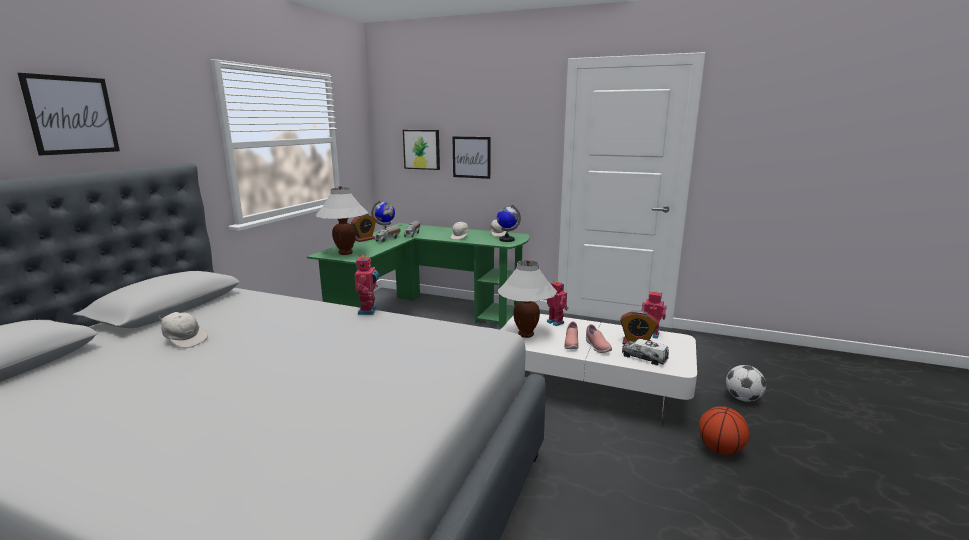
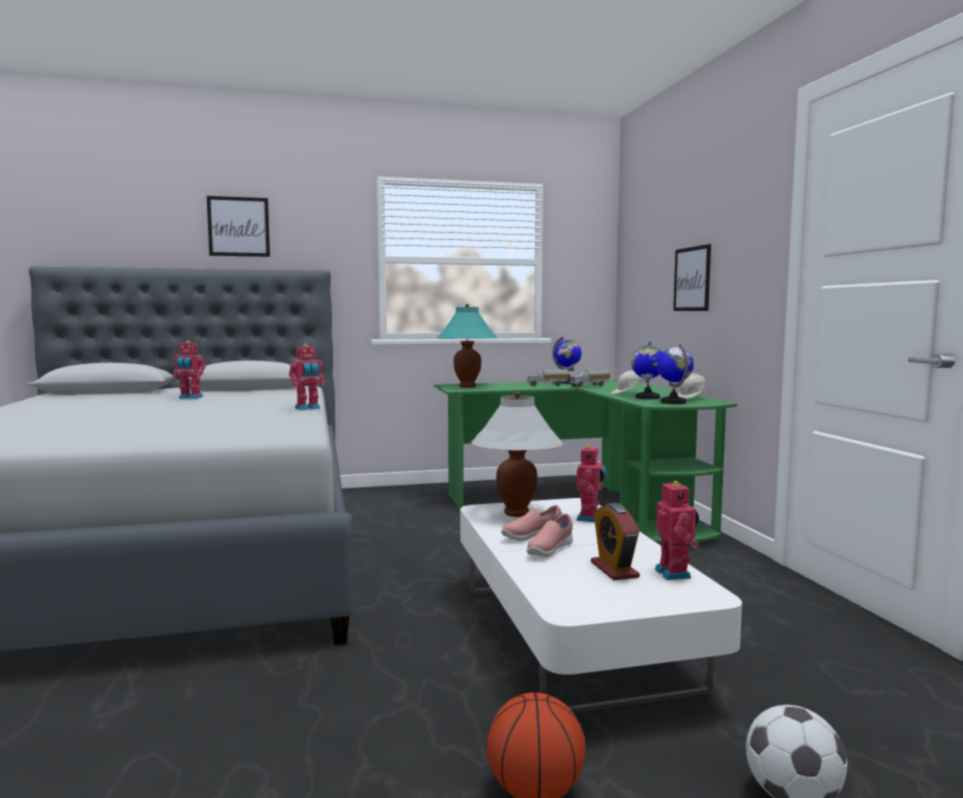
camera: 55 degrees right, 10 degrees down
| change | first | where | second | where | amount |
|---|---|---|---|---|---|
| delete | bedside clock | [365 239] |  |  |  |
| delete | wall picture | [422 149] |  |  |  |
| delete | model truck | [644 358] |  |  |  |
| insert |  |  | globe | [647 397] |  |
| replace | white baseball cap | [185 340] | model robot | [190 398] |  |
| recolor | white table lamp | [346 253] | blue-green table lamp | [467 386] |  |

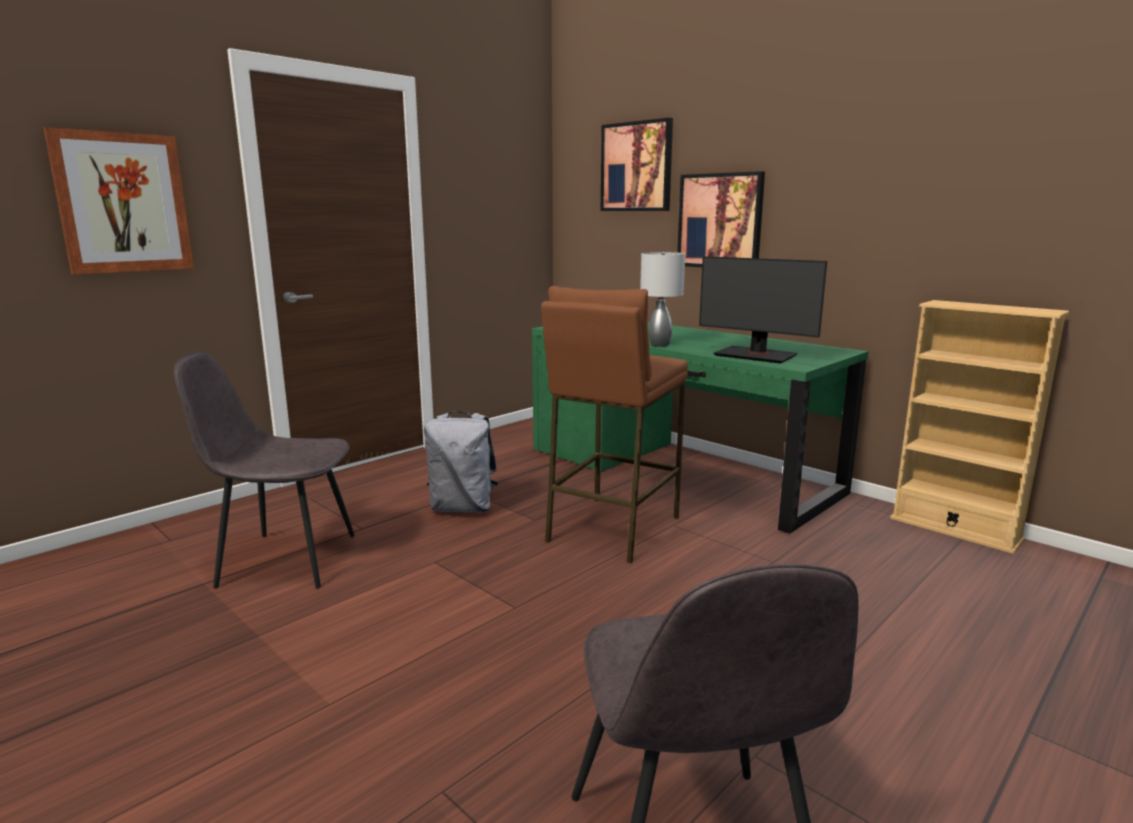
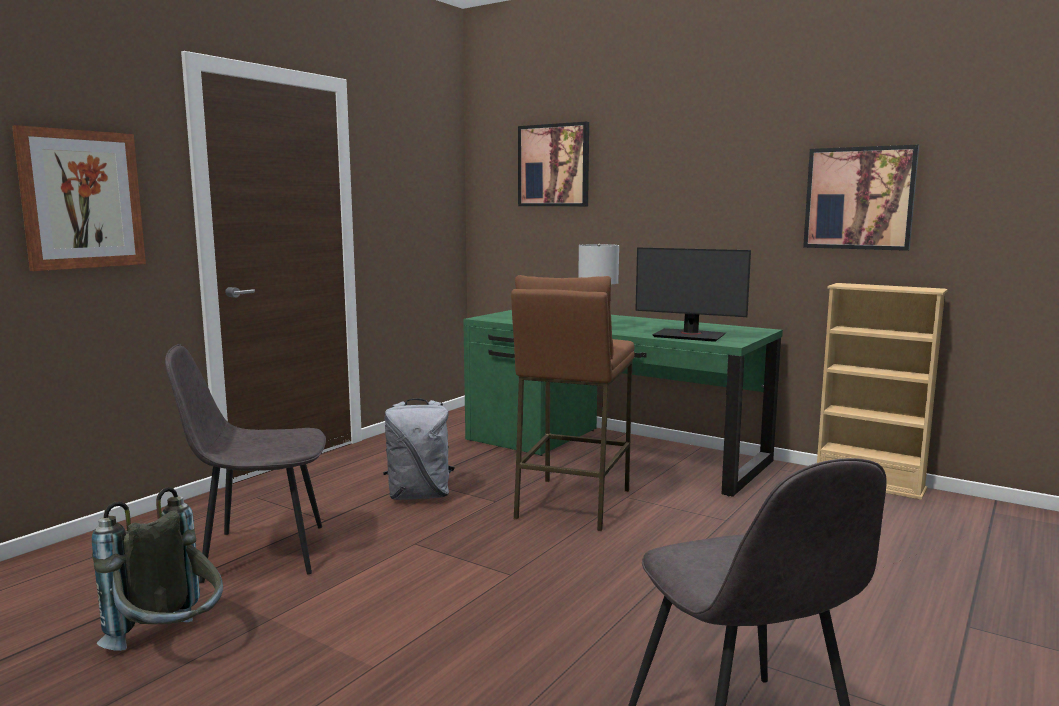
camera: 10 degrees left, 5 degrees down
| change | first | where | second | where | amount |
|---|---|---|---|---|---|
| insert |  |  | grey backpack | [171 645] |  |
| move | wall picture | [720 221] |  | [859 198] |  |

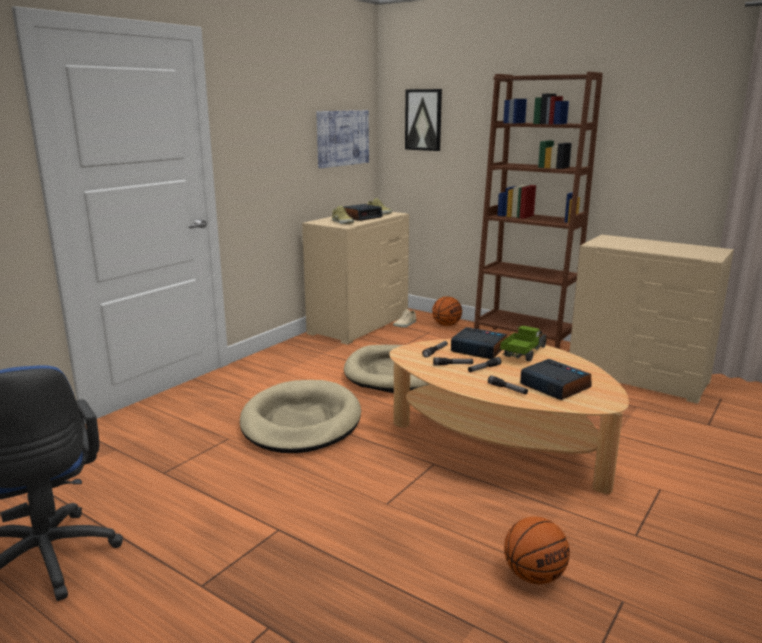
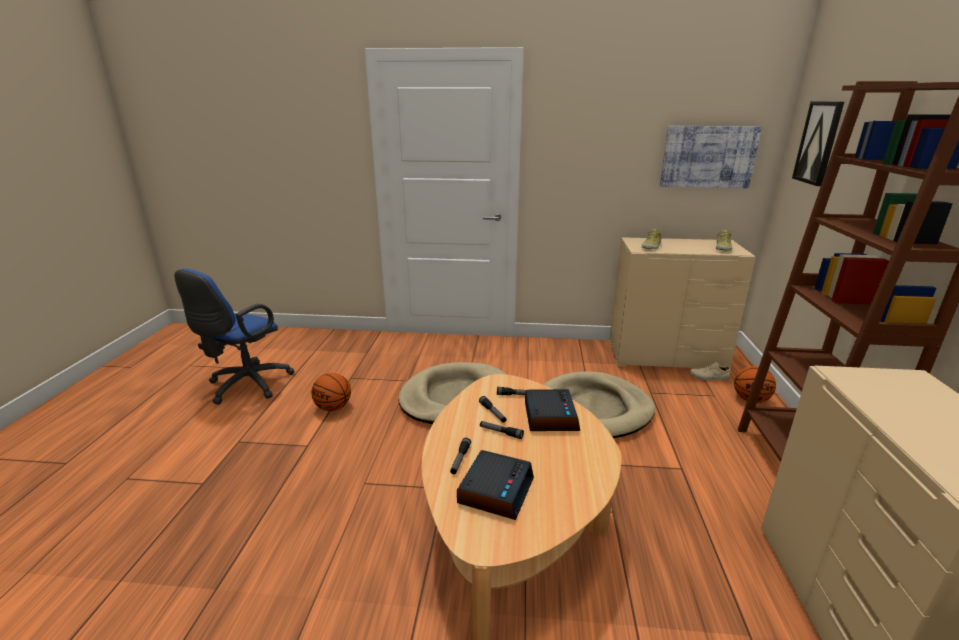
camera: 60 degrees right, 5 degrees up
| change | first | where | second | where | amount |
|---|---|---|---|---|---|
| delete | bedside clock | [361 217] |  |  |  |
| delete | model truck | [523 353] |  |  |  |
| move | basketball | [534 576] |  | [333 408] |  |

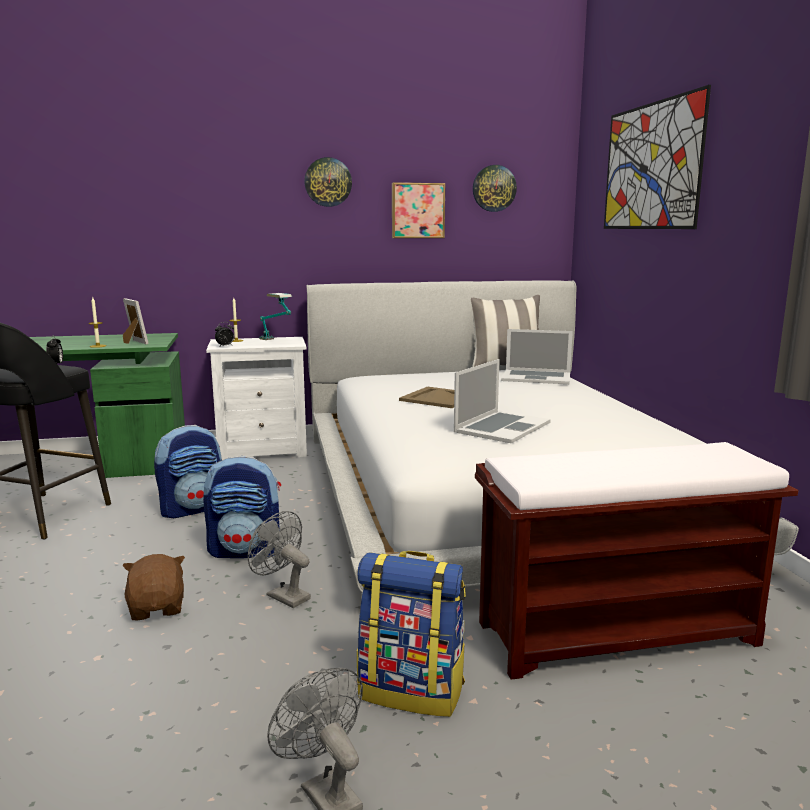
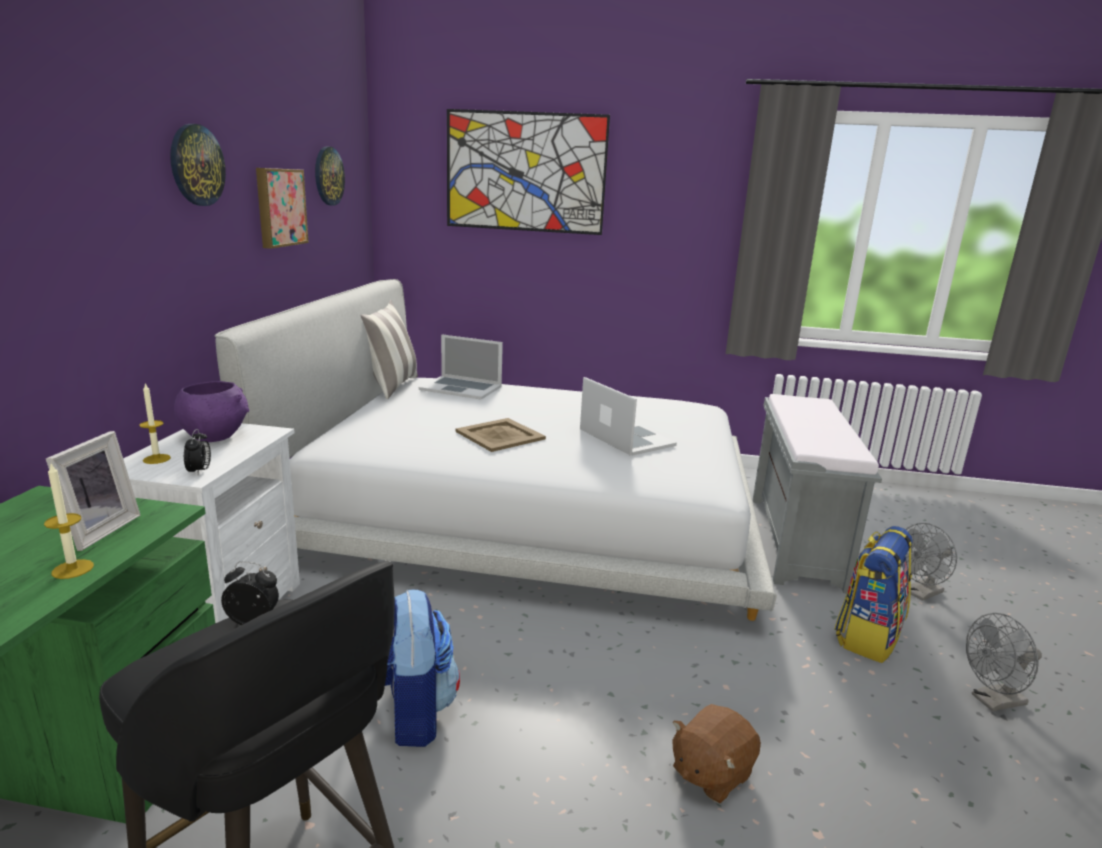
camera: 70 degrees left, 5 degrees up
| change | first | where | second | where | amount |
|---|---|---|---|---|---|
| delete | backpack | [246 551] |  |  |  |
| move | grey cooling fan | [283 595] |  | [920 594] |  |
| replace | table lamp | [276 341] | purplish deep dish | [215 436] |  |
| recolor | brown-coloured bench | [619 633] | grey bench | [794 539] |  |
| rotate | standing frame | [134 342] |  | [97 530] | 120 degrees clockwise |
| rotate | brown-coloured cuddly toy | [157 608] |  | [710 773] | 45 degrees counterclockwise |
| rotate | portable computer | [536 377] |  | [461 388] | 75 degrees clockwise |

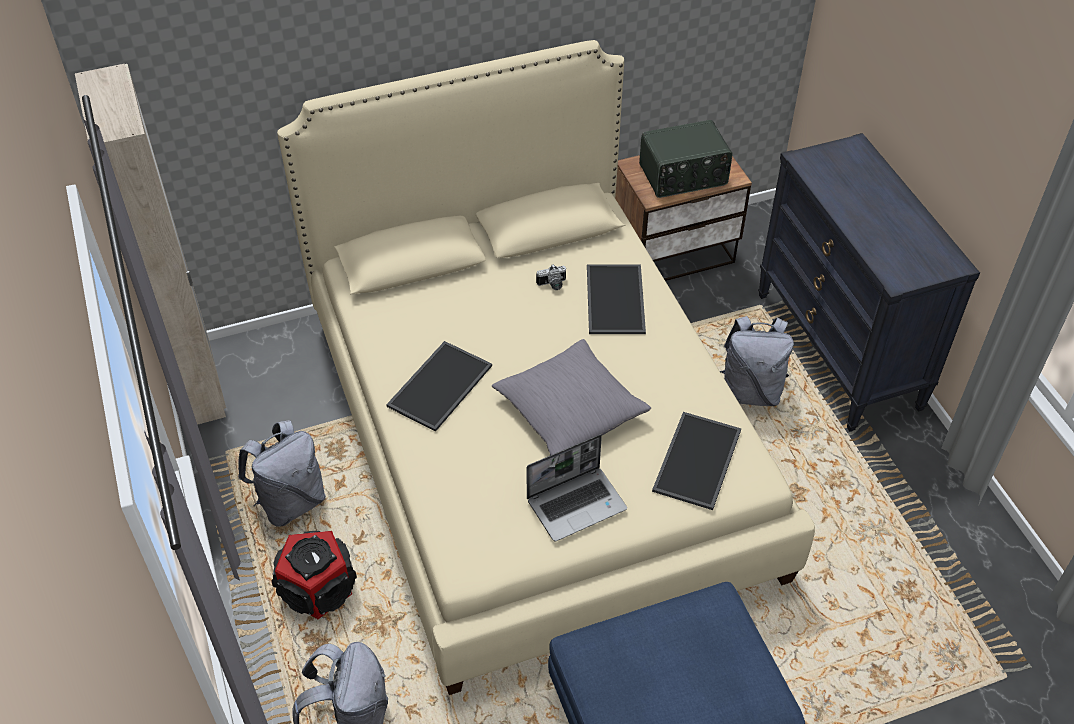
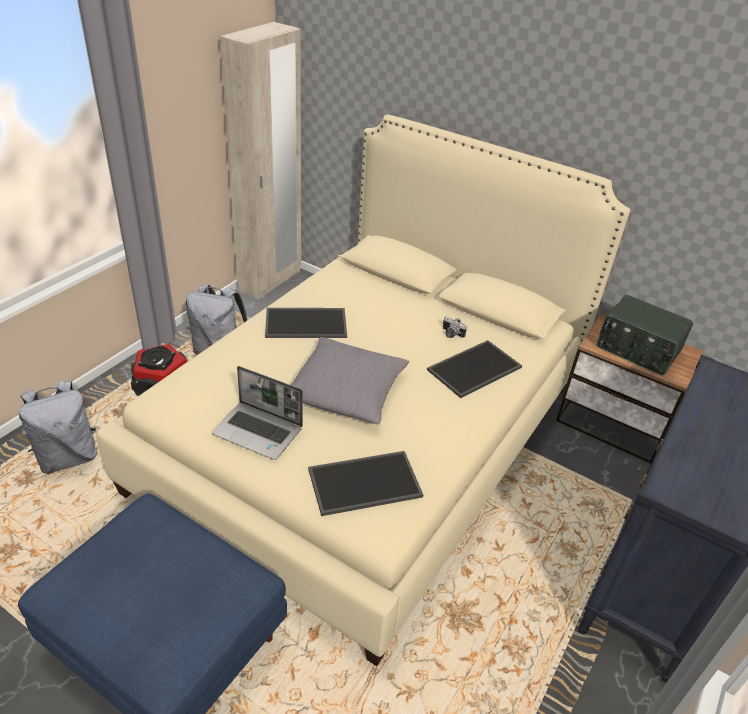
camera: 50 degrees right, 10 degrees down
| change | first | where | second | where | amount |
|---|---|---|---|---|---|
| delete | grey backpack | [750 391] |  |  |  |

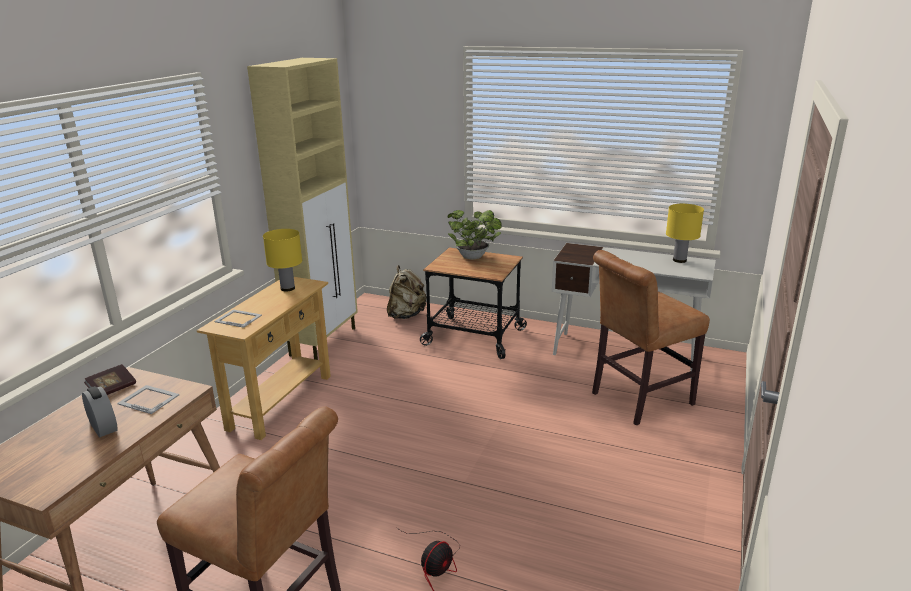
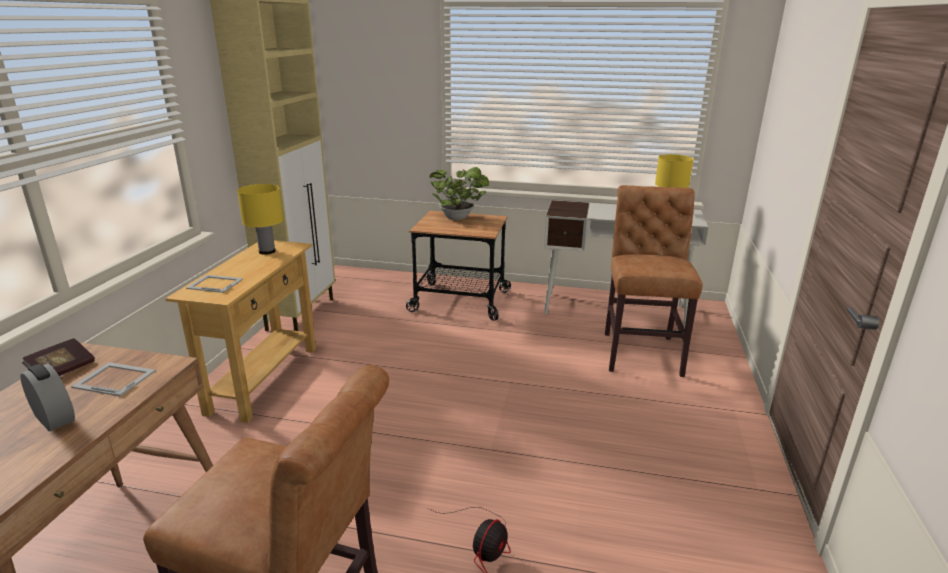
camera: 10 degrees left, 0 degrees up
| change | first | where | second | where | amount |
|---|---|---|---|---|---|
| delete | beige backpack | [406 315] |  |  |  |
| rotate | brown-coloured chair | [637 400] |  | [641 351] | 135 degrees clockwise |

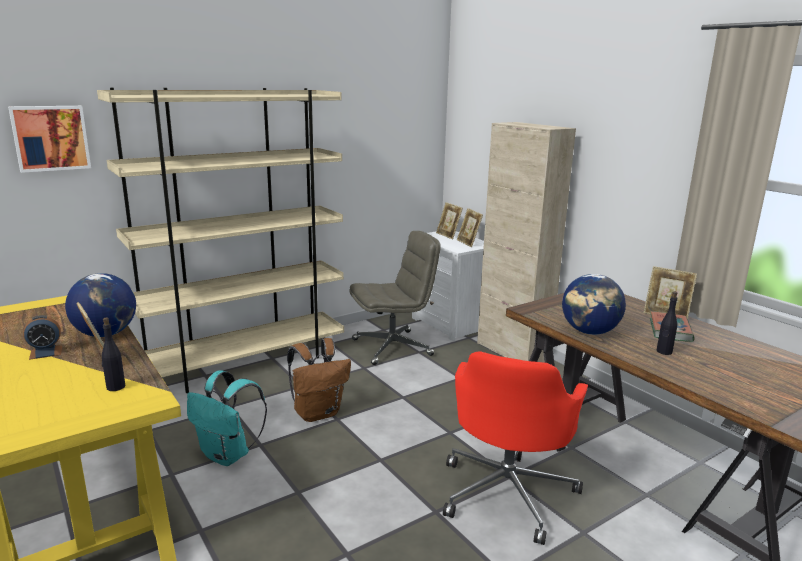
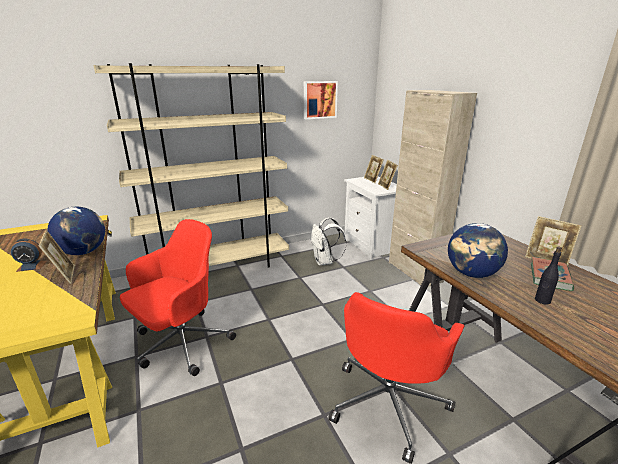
camera: 10 degrees right, 5 degrees up
| change | first | where | second | where | amount |
|---|---|---|---|---|---|
| delete | black drink bottle | [115 387] |  |  |  |
| delete | brown-coloured backpack | [318 413] |  |  |  |
| move | wall picture | [50 138] |  | [319 99] |  |
| replace | blue-green backpack | [228 455] | red computer chair | [181 343] |  |
| replace | grey computer chair | [393 347] | white backpack | [325 262] |  |

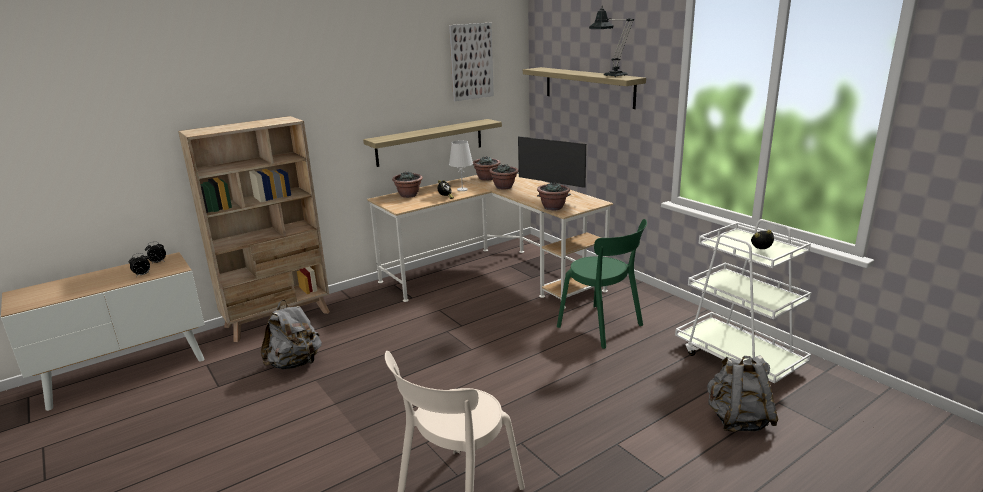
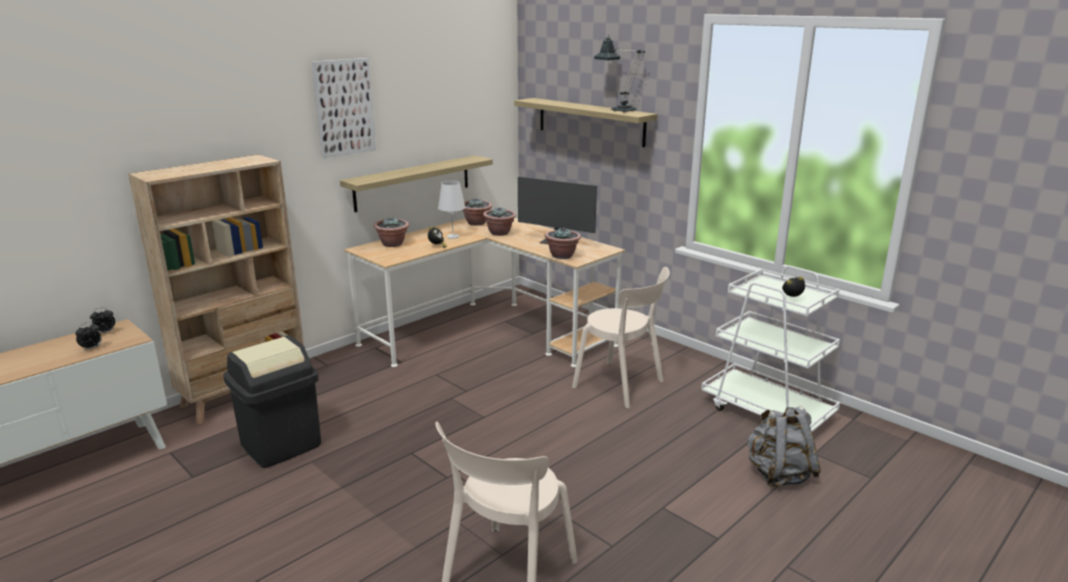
camera: 10 degrees left, 0 degrees up
| change | first | where | second | where | amount |
|---|---|---|---|---|---|
| move | wall picture | [471 61] |  | [344 107] |  |
| replace | grey backpack | [295 363] | black rubbish bin | [281 444] |  |
| recolor | green chair | [603 327] | beige chair | [622 385] |  |

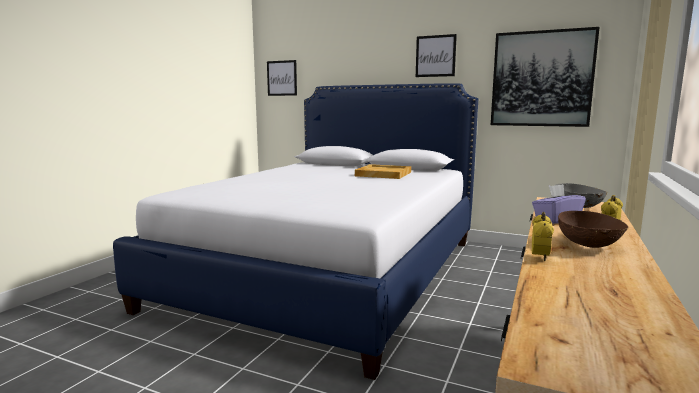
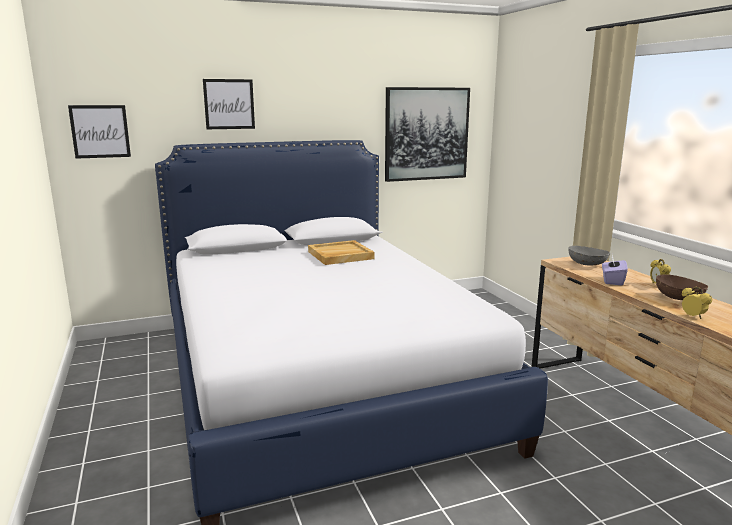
camera: 45 degrees left, 5 degrees up
| change | first | where | second | where | amount |
|---|---|---|---|---|---|
| move | wall picture | [435 56] |  | [229 104] |  |

